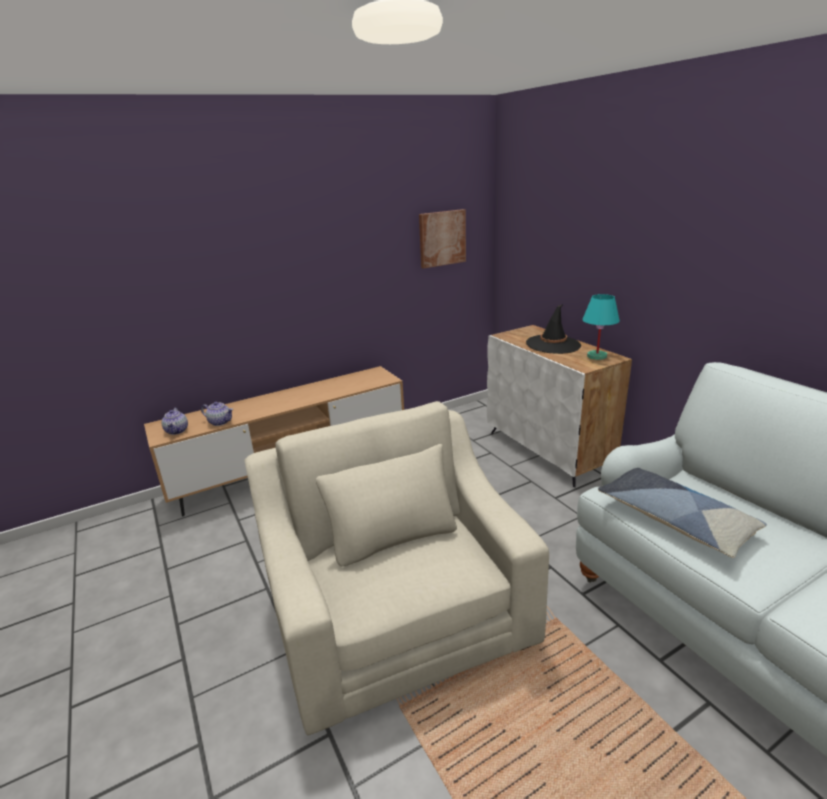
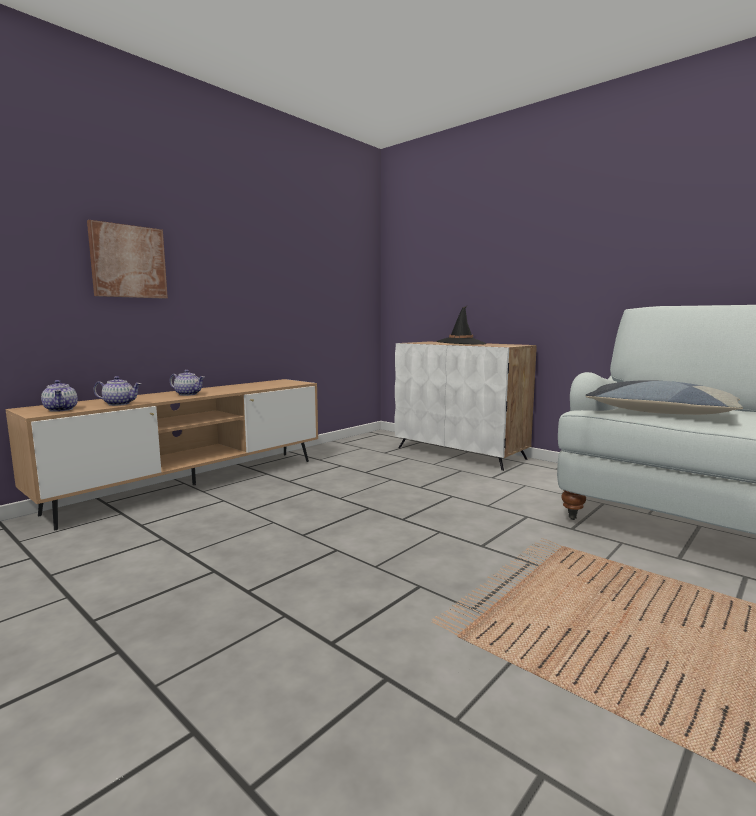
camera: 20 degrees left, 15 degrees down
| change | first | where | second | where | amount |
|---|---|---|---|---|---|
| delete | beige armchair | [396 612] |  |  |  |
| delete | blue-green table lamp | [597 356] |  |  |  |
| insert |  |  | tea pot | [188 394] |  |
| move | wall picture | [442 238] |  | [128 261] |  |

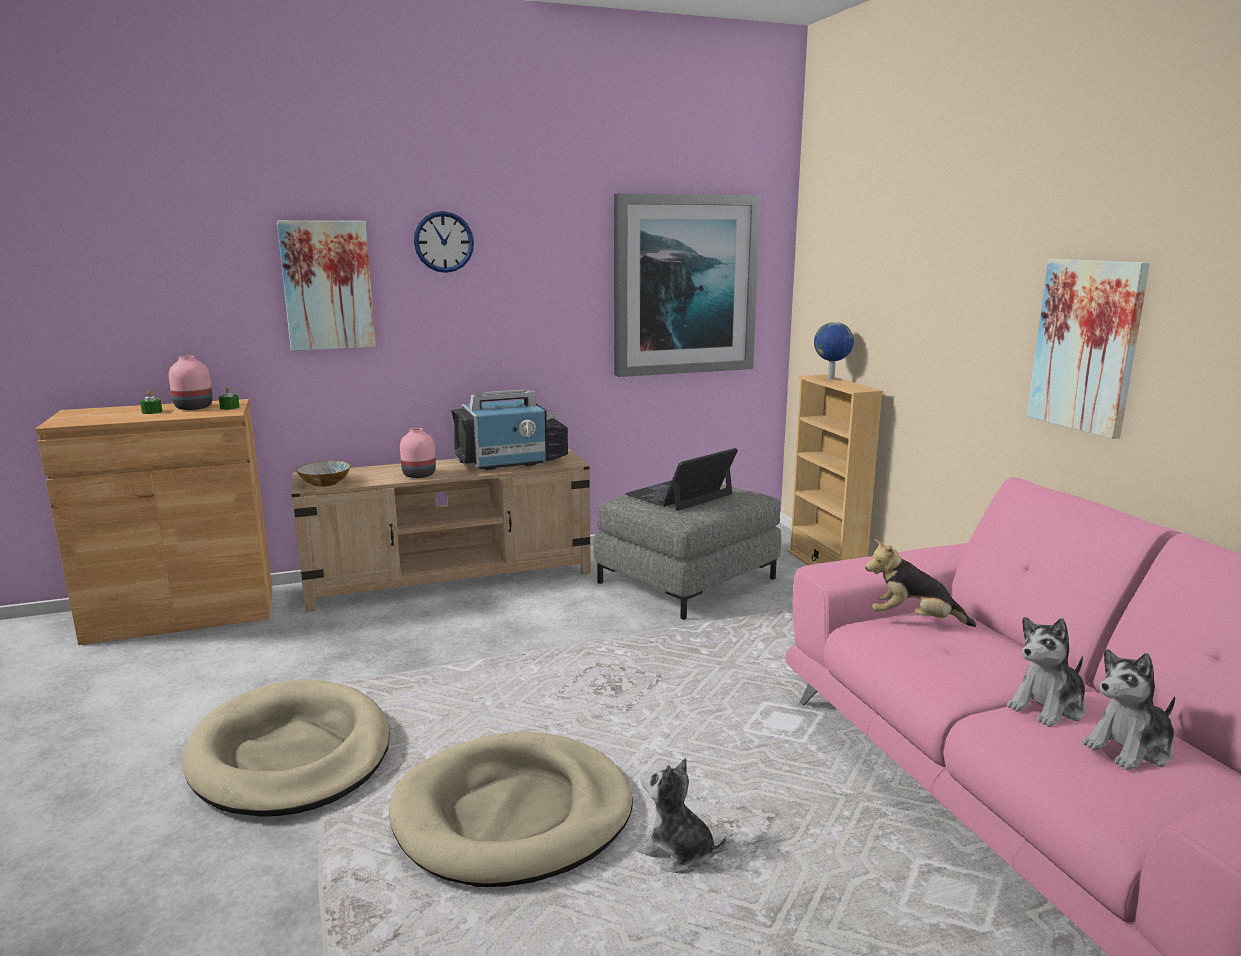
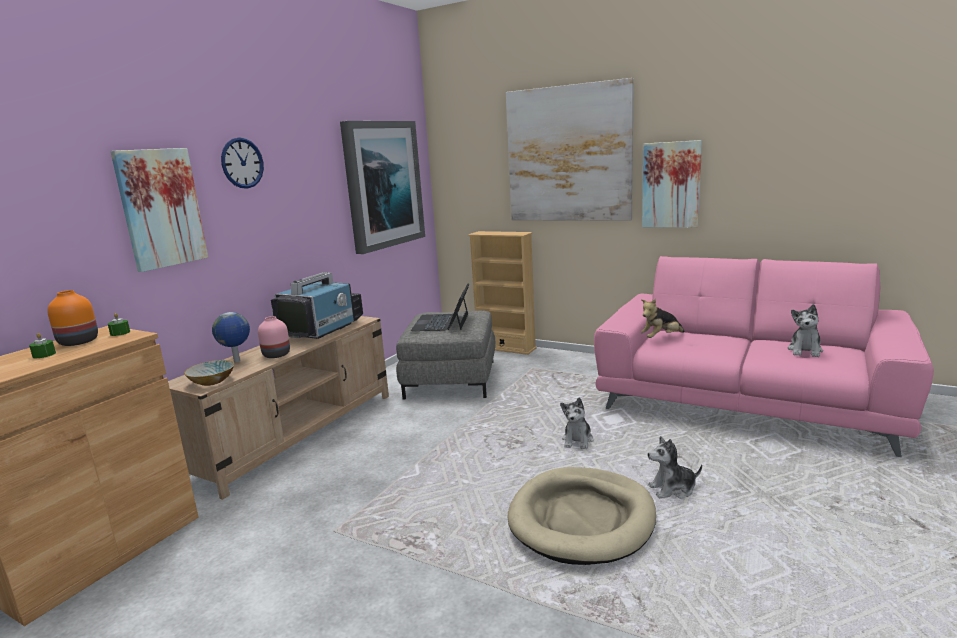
camera: 40 degrees left, 0 degrees up
| change | first | where | second | where | amount |
|---|---|---|---|---|---|
| delete | beige pet bed | [291 755] |  |  |  |
| insert |  |  | wall picture | [568 154] |  |
| move | globe | [831 379] |  | [237 361] |  |
| move | cuddly toy | [1048 707] |  | [577 440] |  |
| recolor | pink-coloured flower vase | [193 407] | orangey flower vase | [77 342] |  |

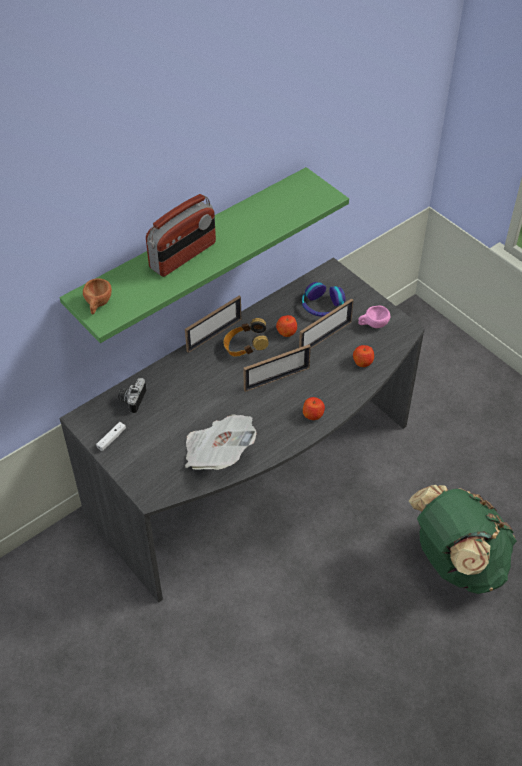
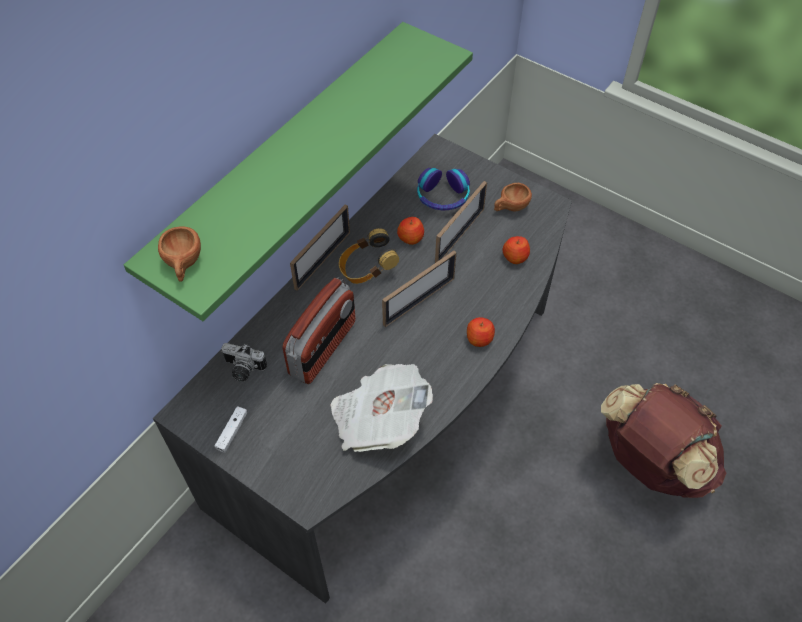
camera: 15 degrees left, 5 degrees up
| change | first | where | second | where | amount |
|---|---|---|---|---|---|
| move | radio set | [183 256] |  | [323 348] |  |
| recolor | pink-coloured cup | [373 324] | brown-coloured cup | [510 207] |  |
| recolor | green backpack | [455 562] | brown-coloured backpack | [650 462] |  |
| rotate | photo camera | [131 399] |  | [242 370] | 75 degrees counterclockwise |

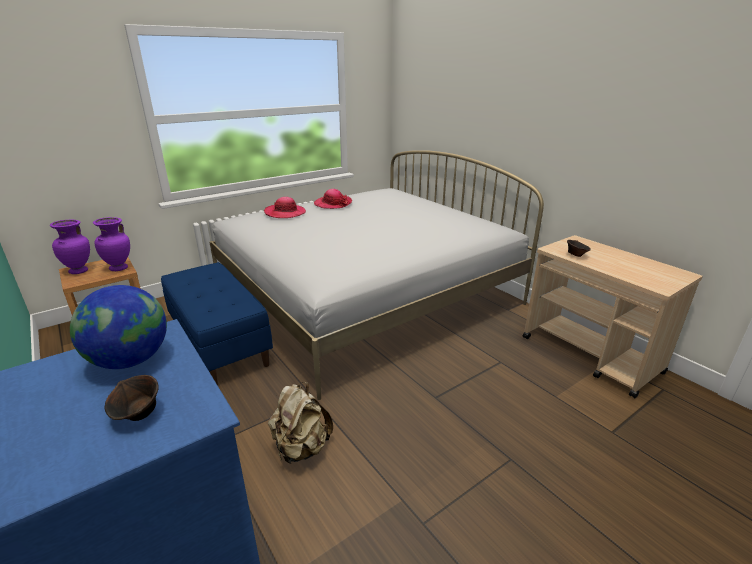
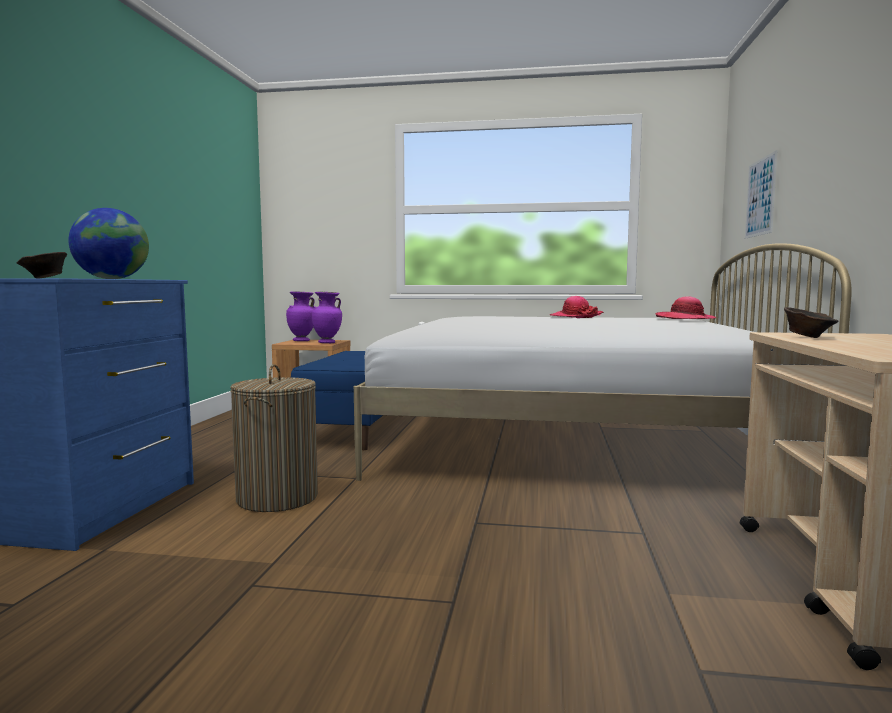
camera: 45 degrees right, 20 degrees down
| change | first | where | second | where | amount |
|---|---|---|---|---|---|
| insert |  |  | wall picture | [760 197] |  |
| move | wearable hat | [285 213] |  | [685 319] |  |
| replace | beige backpack | [301 448] | laundry basket | [277 498] |  |

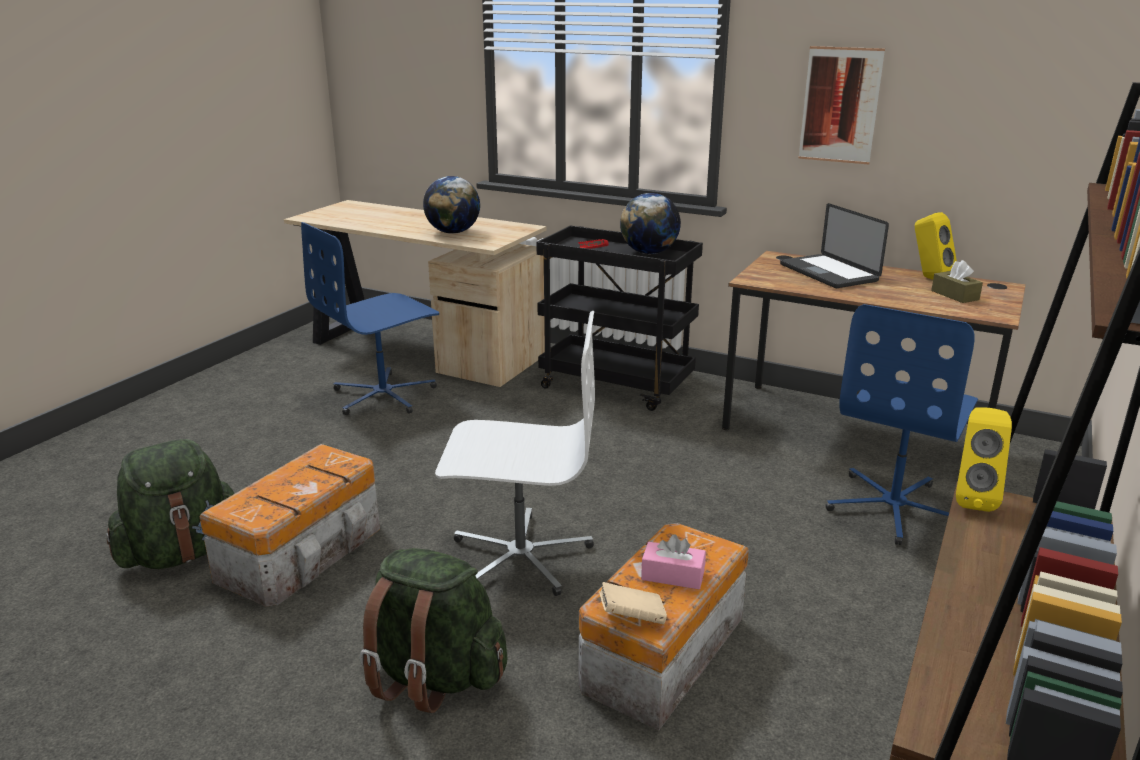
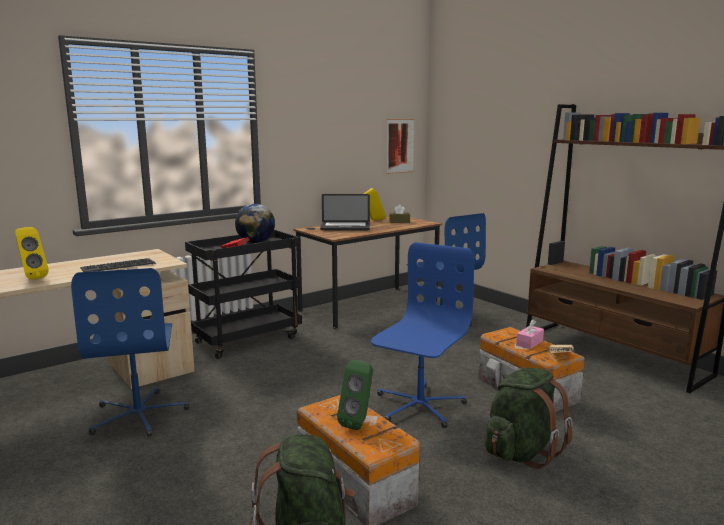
camera: 65 degrees left, 10 degrees down
| change | first | where | second | where | amount |
|---|---|---|---|---|---|
| insert |  |  | green loudspeaker | [358 422] |  |
| move | wall picture | [840 105] |  | [400 146] |  |
| move | yellow loudspeaker | [972 499] |  | [32 278] |  |
| replace | globe | [453 232] | PC keyboard | [118 266] |  |
| recolor | white computer chair | [520 556] | blue-coloured computer chair | [419 406] |  |

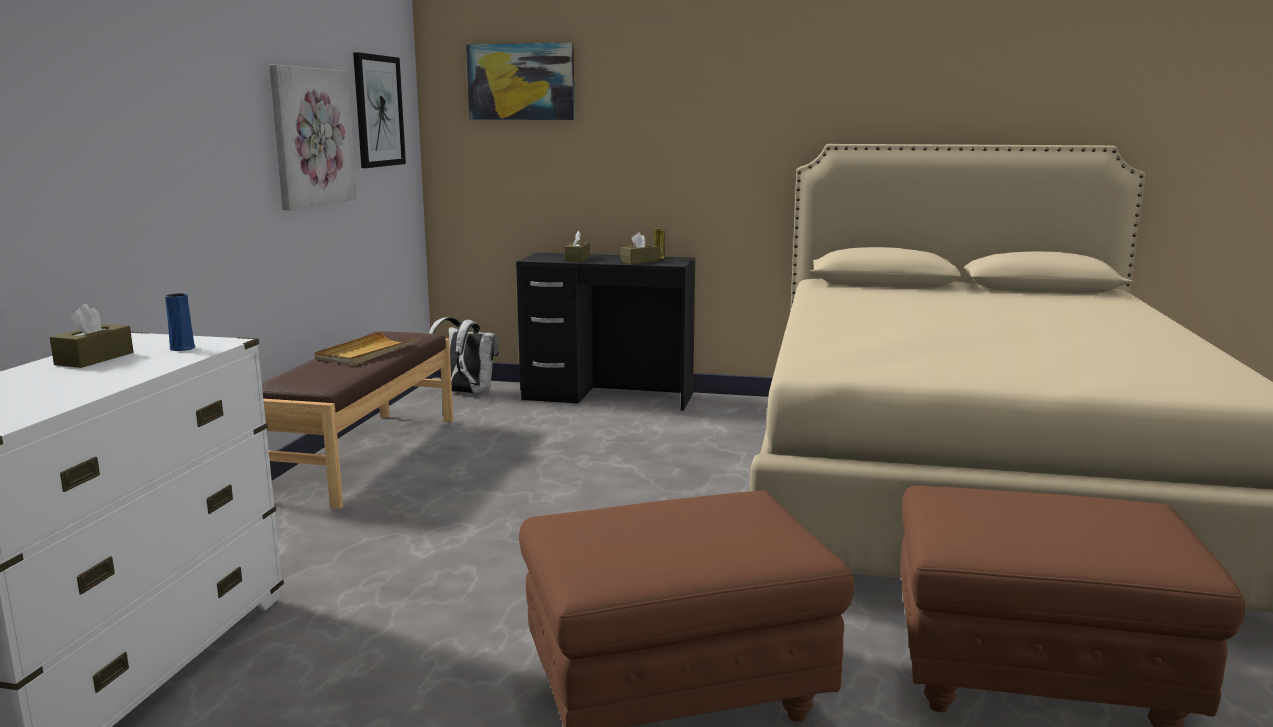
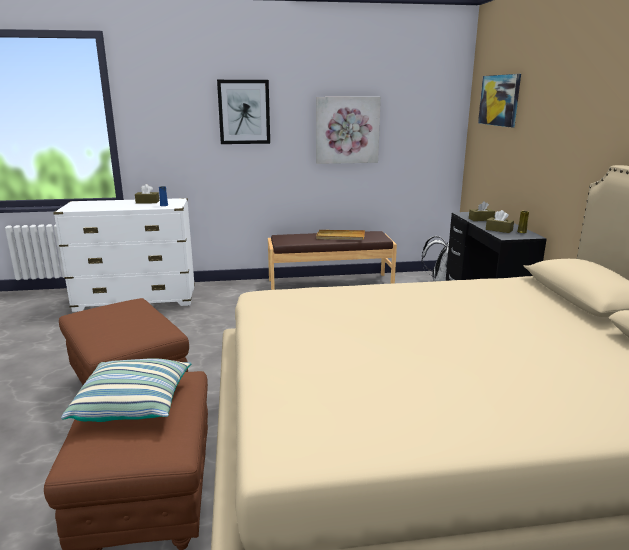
camera: 70 degrees right, 5 degrees up
| change | first | where | second | where | amount |
|---|---|---|---|---|---|
| insert |  |  | pillow | [133 404] |  |
| move | wall picture | [378 111] |  | [244 112] |  |

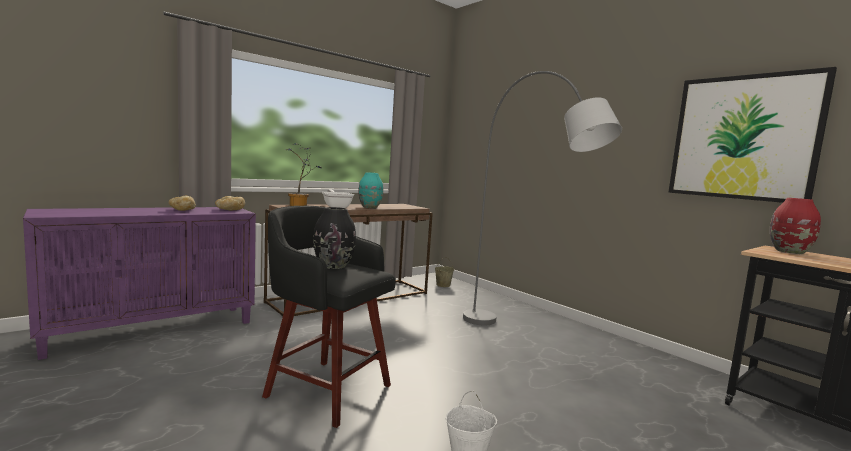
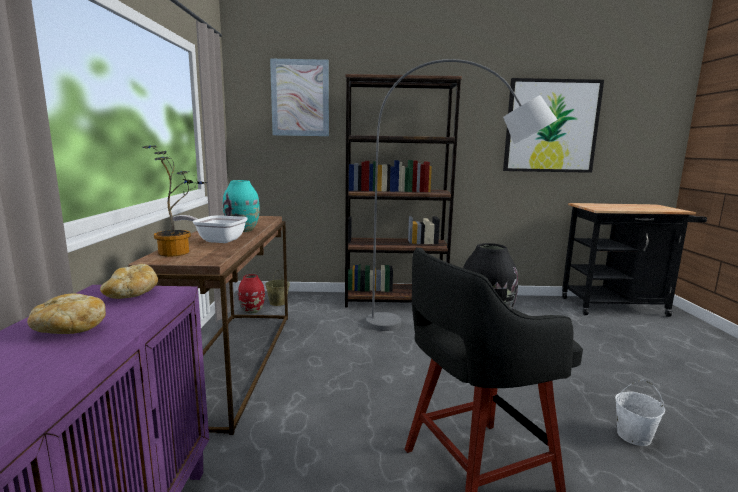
camera: 50 degrees left, 5 degrees up
| change | first | where | second | where | amount |
|---|---|---|---|---|---|
| insert |  |  | wall picture | [300 98] |  |
| insert |  |  | brown-coloured bookcase | [395 301] |  |
| move | red flower vase | [790 252] |  | [252 311] |  |

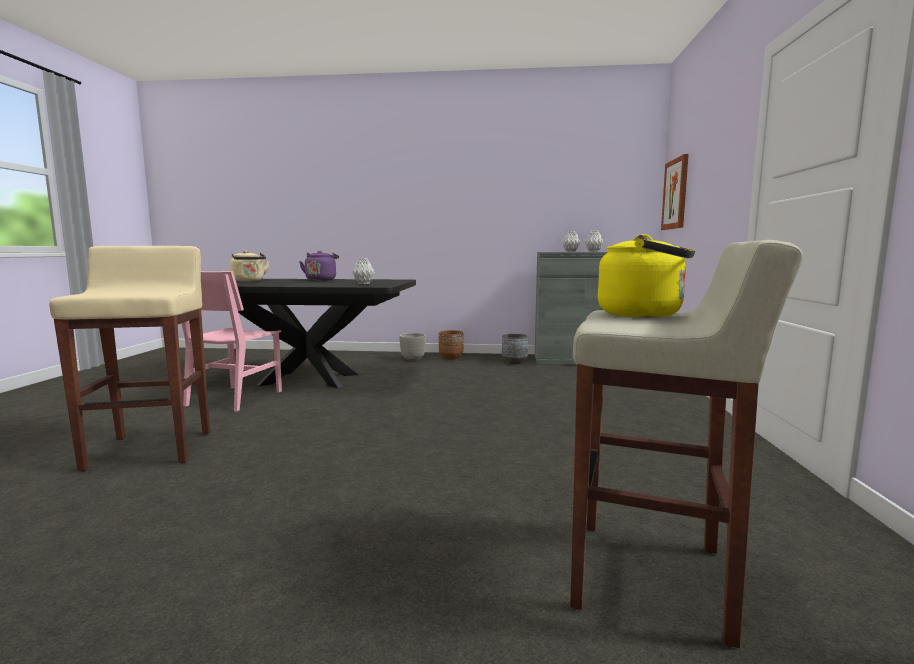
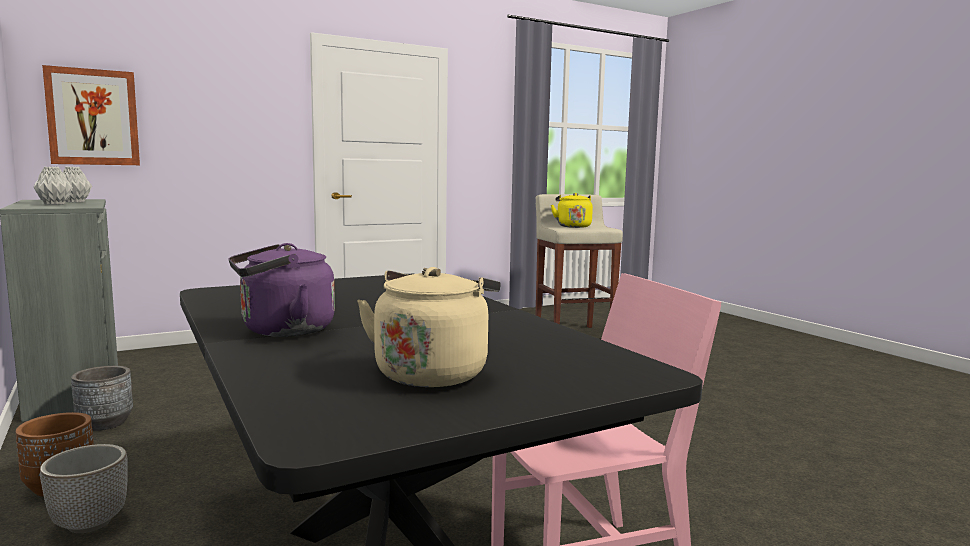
camera: 125 degrees left, 0 degrees up
| change | first | where | second | where | amount |
|---|---|---|---|---|---|
| delete | beige sitting stool | [151 449] |  |  |  |
| delete | grey flower vase | [364 283] |  |  |  |

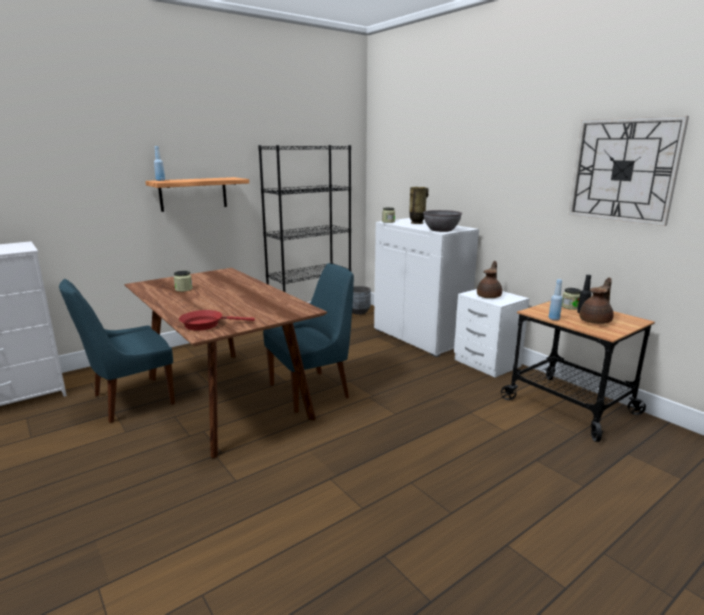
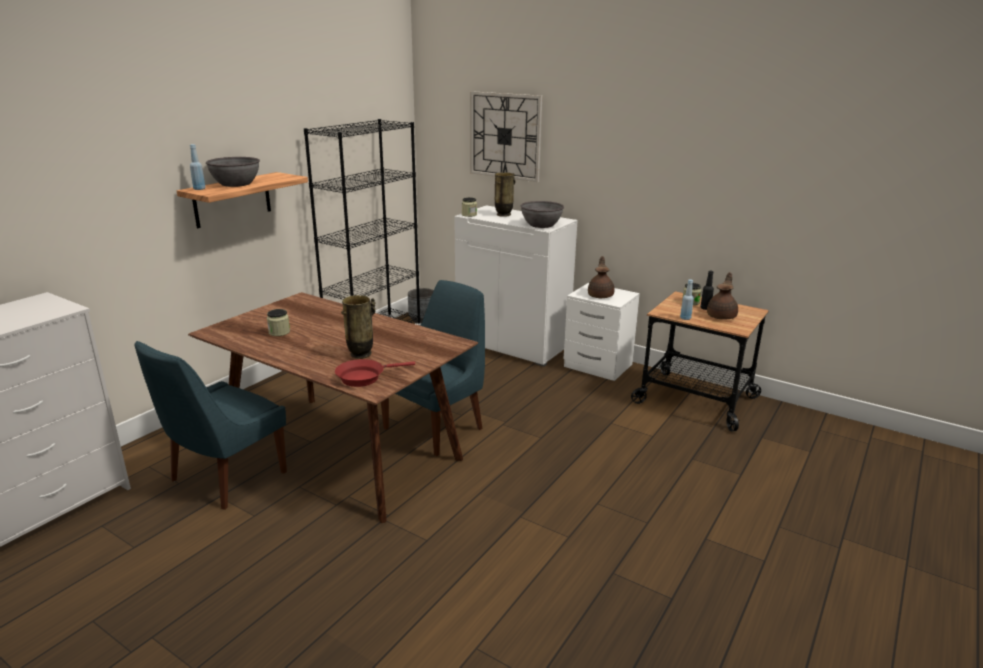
camera: 20 degrees left, 5 degrees up
| change | first | where | second | where | amount |
|---|---|---|---|---|---|
| insert |  |  | grey deep dish | [235 184] |  |
| insert |  |  | flower vase | [361 354] |  |
| move | wall clock | [623 170] |  | [505 136] |  |

